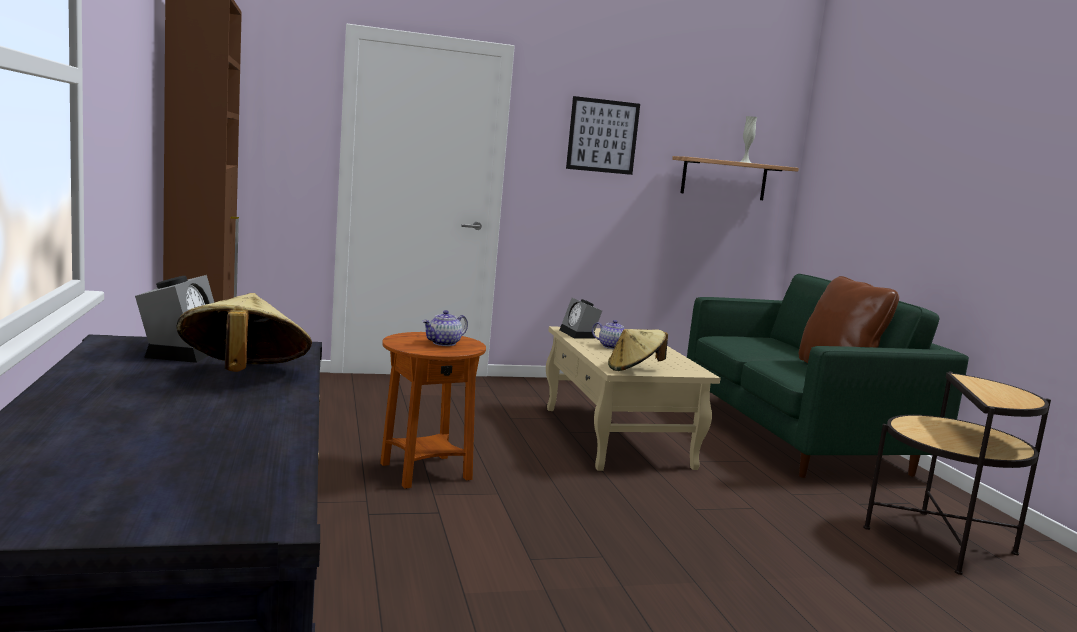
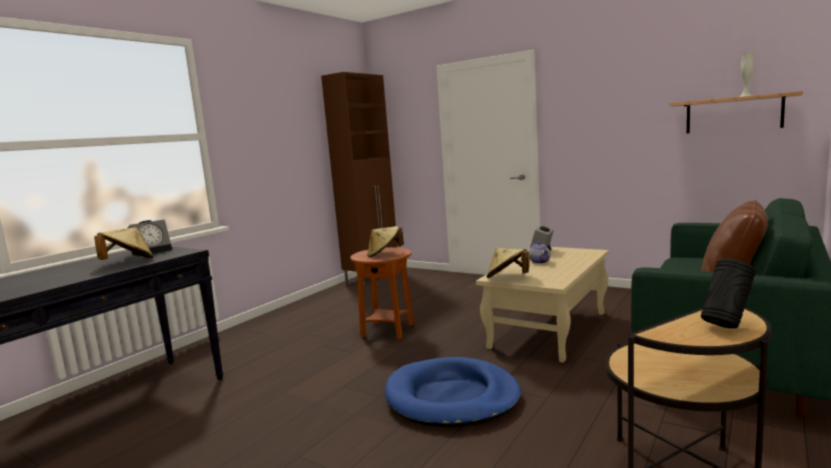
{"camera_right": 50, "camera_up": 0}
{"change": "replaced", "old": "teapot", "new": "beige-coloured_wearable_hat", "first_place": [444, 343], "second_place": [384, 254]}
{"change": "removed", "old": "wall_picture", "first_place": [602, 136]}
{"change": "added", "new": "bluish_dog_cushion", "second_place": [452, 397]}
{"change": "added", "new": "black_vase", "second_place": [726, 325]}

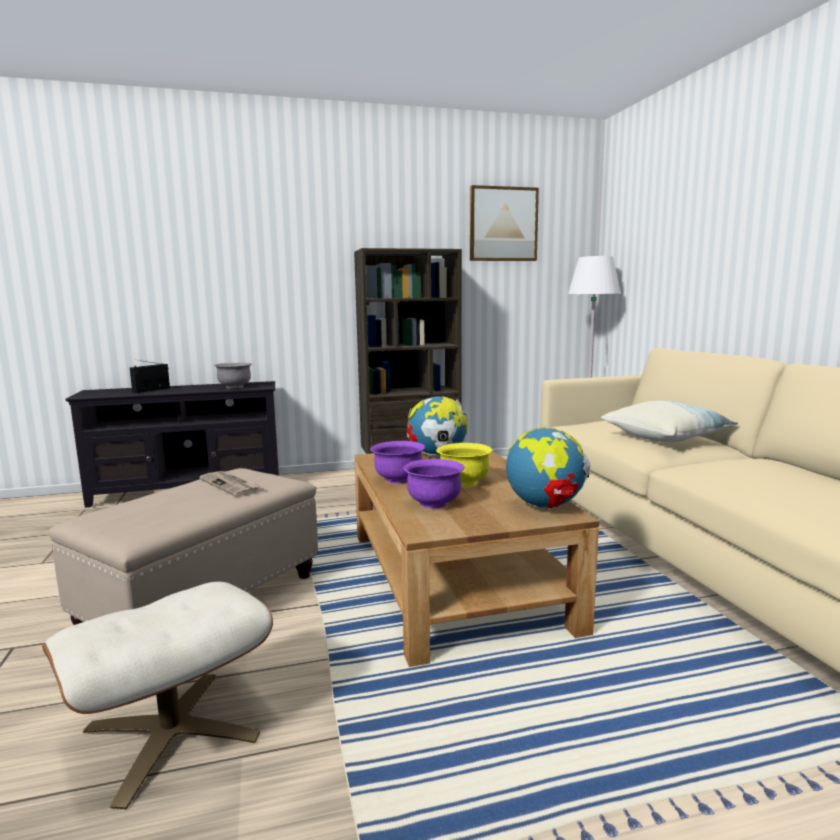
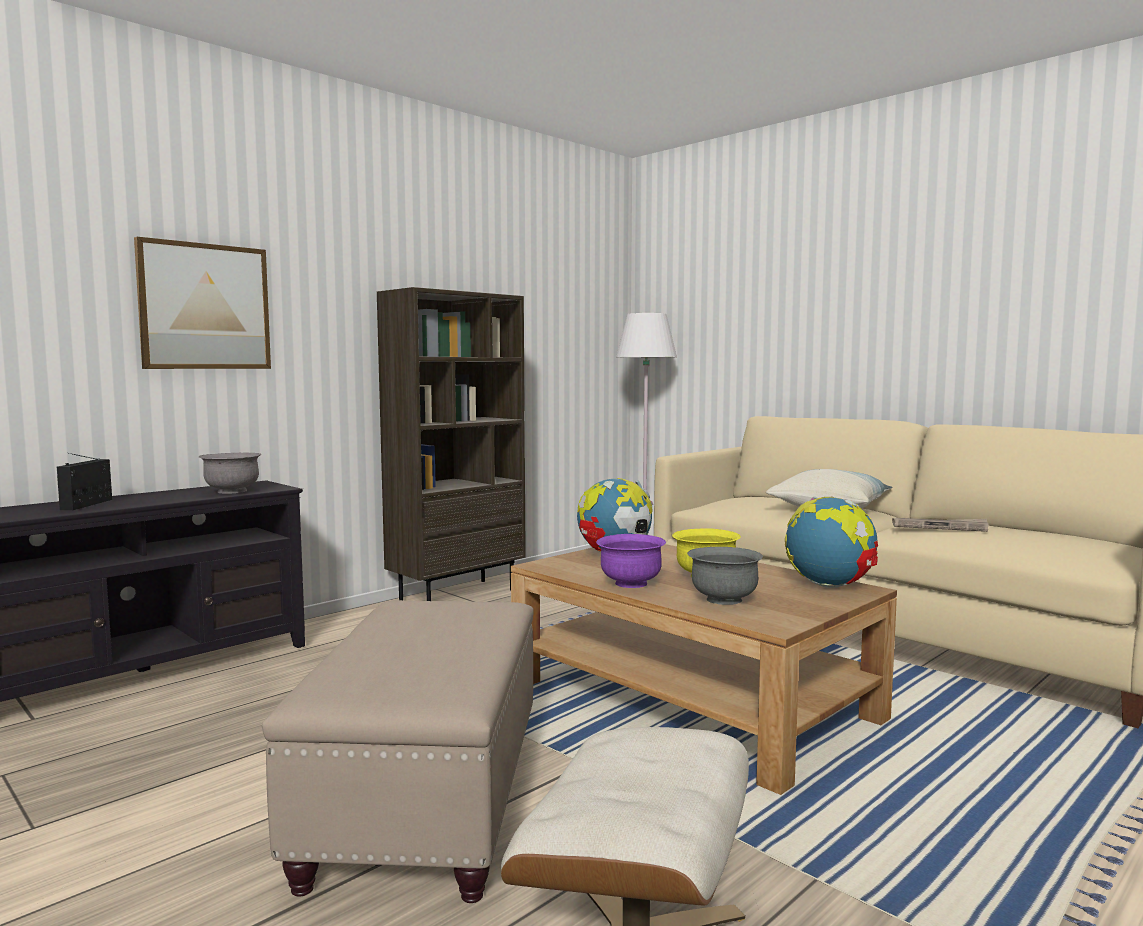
{"camera_right": -30, "camera_up": -5}
{"change": "moved", "old": "daily_paper", "first_place": [231, 485], "second_place": [940, 527]}
{"change": "recoloured", "old": "purple_deep_dish", "new": "gray_deep_dish", "first_place": [434, 503], "second_place": [724, 600]}
{"change": "moved", "old": "wall_picture", "first_place": [503, 224], "second_place": [204, 307]}

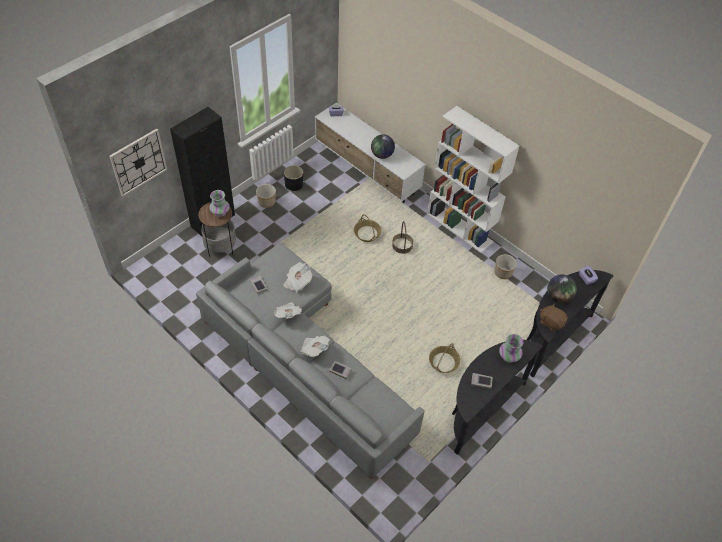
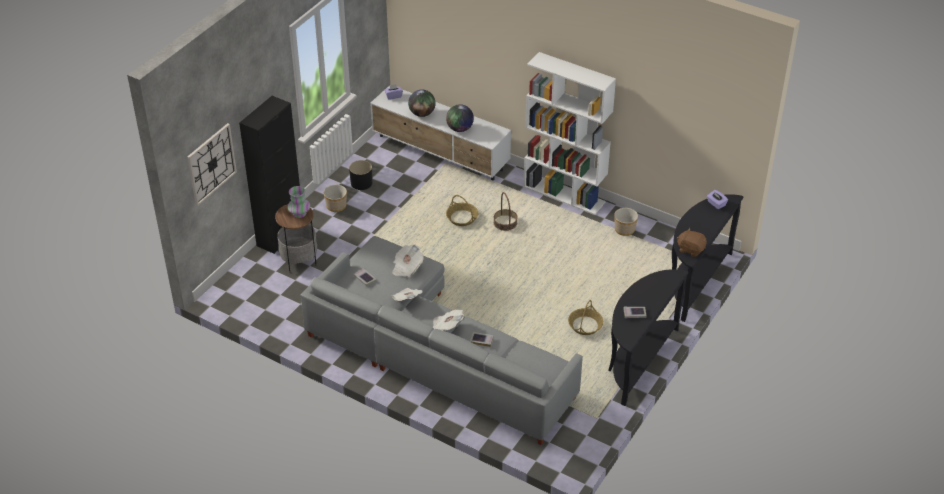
{"camera_right": -10, "camera_up": -10}
{"change": "removed", "old": "vase", "first_place": [509, 356]}
{"change": "moved", "old": "world_globe", "first_place": [558, 297], "second_place": [422, 114]}

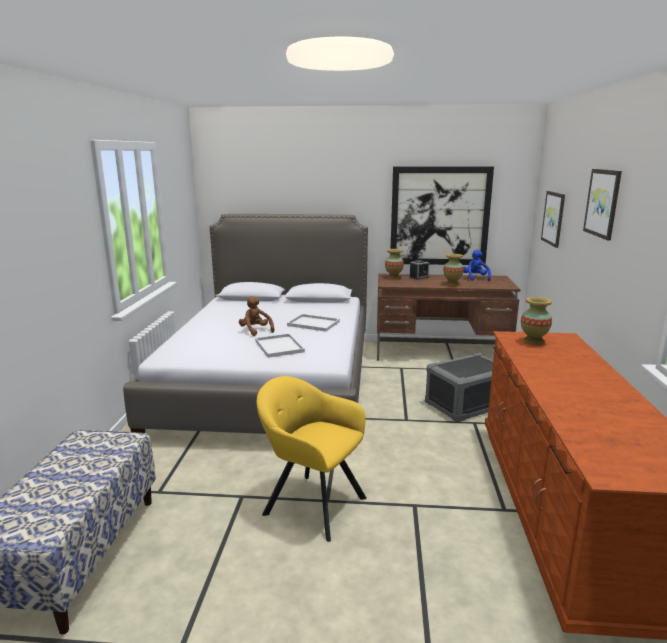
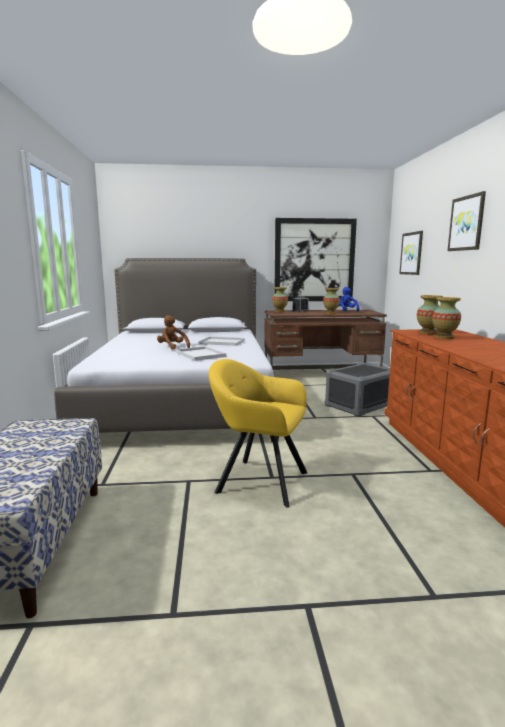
{"camera_right": -10, "camera_up": -5}
{"change": "added", "new": "vase", "second_place": [444, 337]}

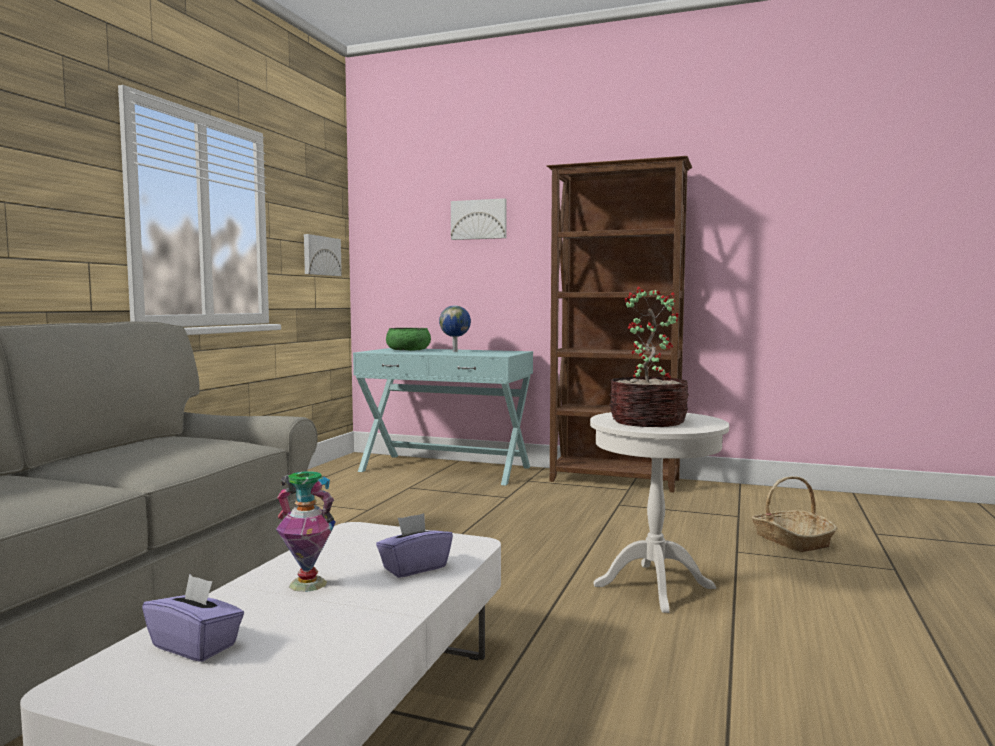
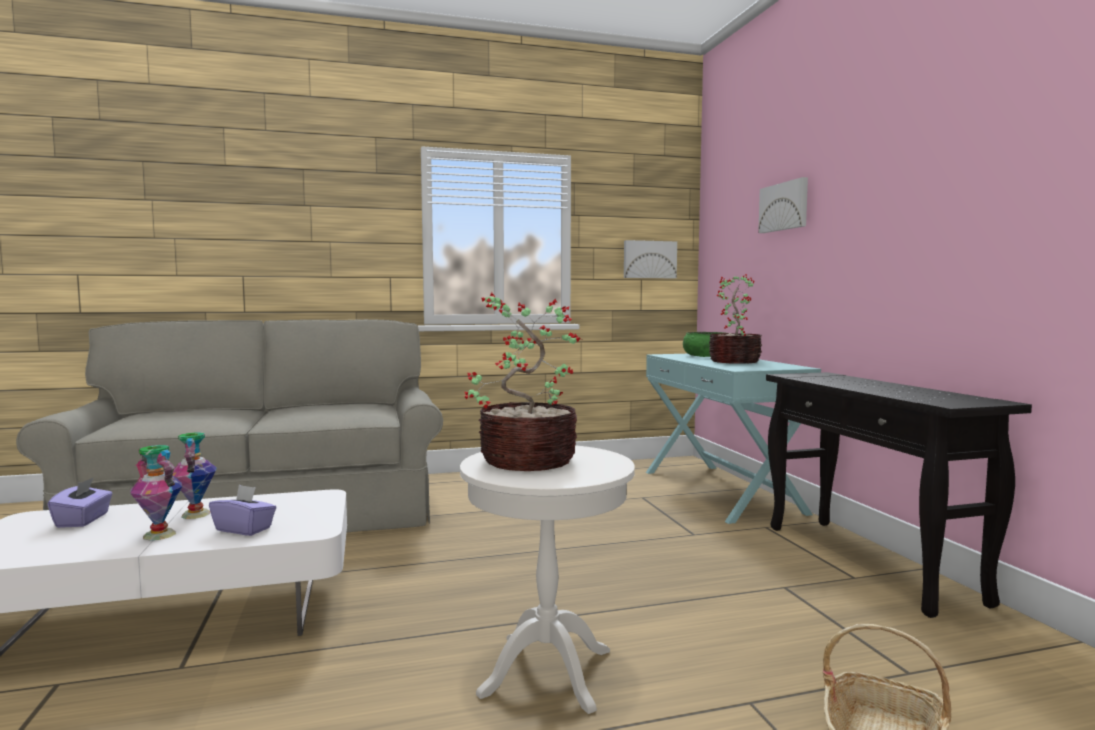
{"camera_right": 55, "camera_up": 0}
{"change": "replaced", "old": "world_globe", "new": "houseplant", "first_place": [455, 351], "second_place": [734, 361]}
{"change": "replaced", "old": "brown_bookshelf", "new": "black_narrow_table", "first_place": [615, 481], "second_place": [869, 563]}
{"change": "added", "new": "vase", "second_place": [160, 534]}

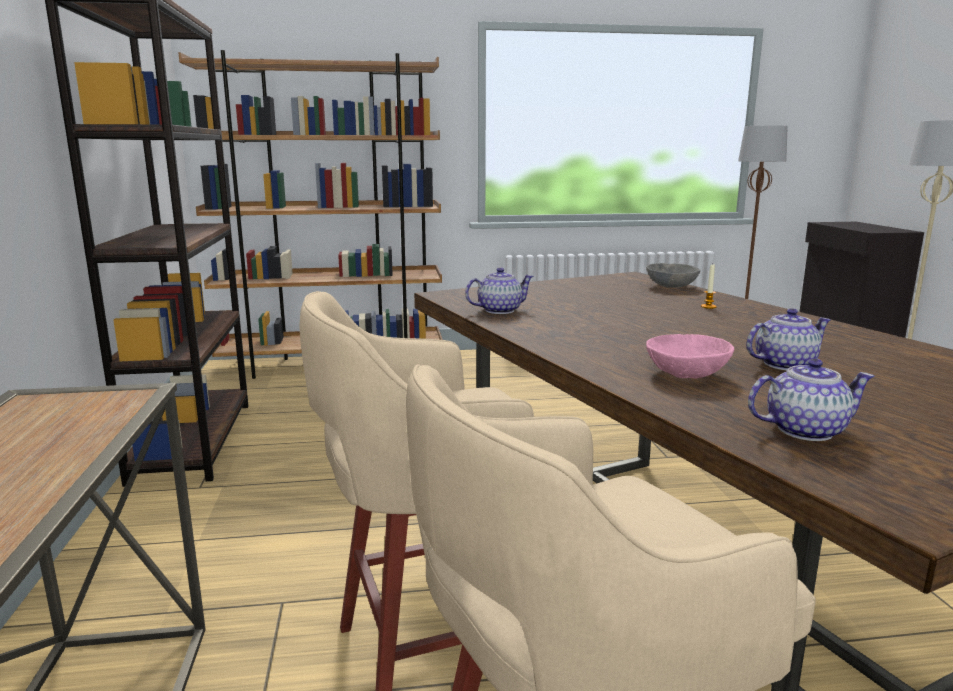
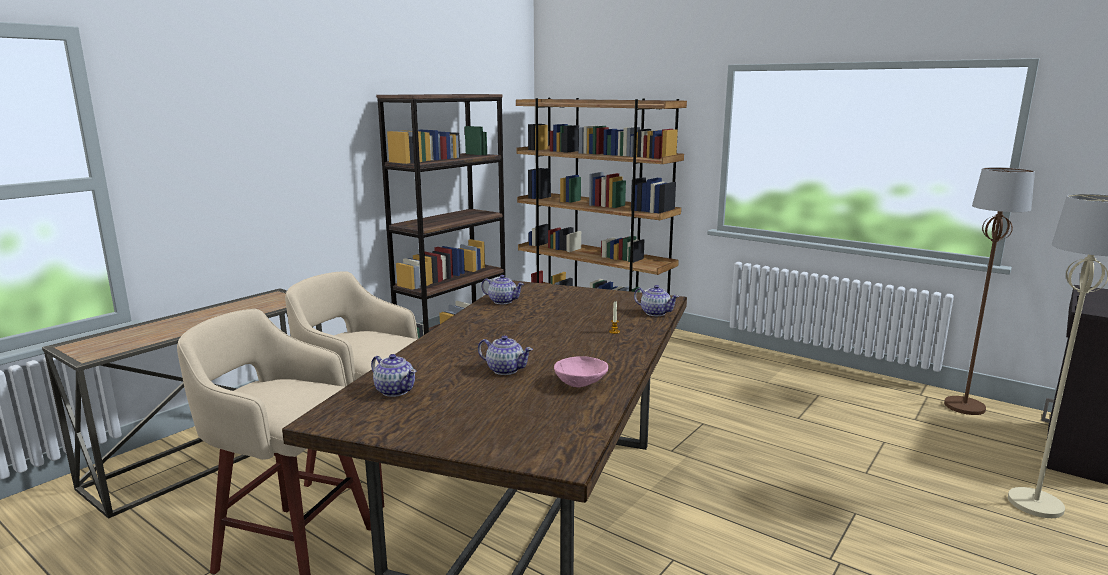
{"camera_right": 45, "camera_up": 0}
{"change": "replaced", "old": "gray_deep_dish", "new": "teapot", "first_place": [670, 286], "second_place": [655, 313]}
{"change": "moved", "old": "pink_deep_dish", "first_place": [687, 374], "second_place": [581, 384]}

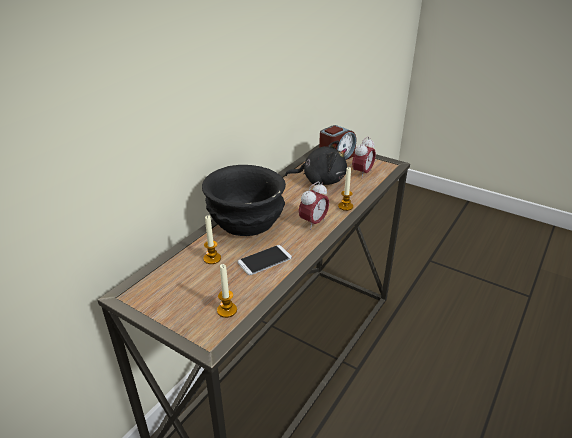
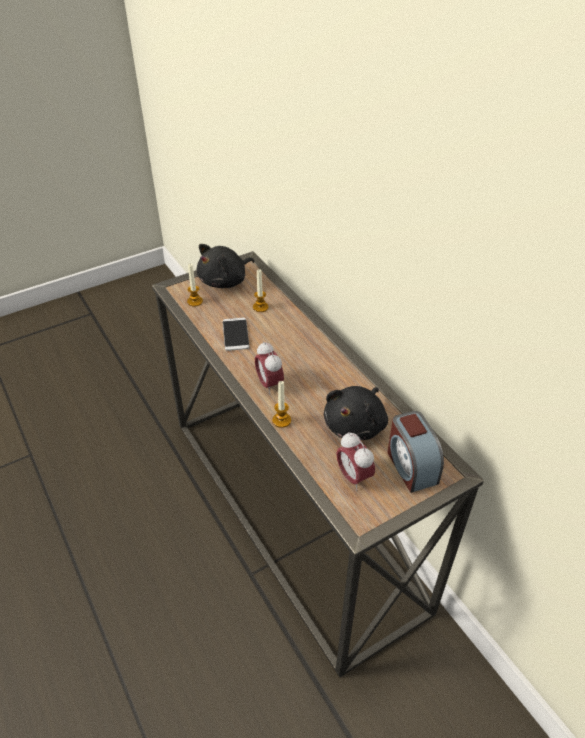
{"camera_right": 115, "camera_up": 10}
{"change": "removed", "old": "black_deep_dish", "first_place": [245, 221]}
{"change": "added", "new": "black_cuddly_toy", "second_place": [225, 281]}

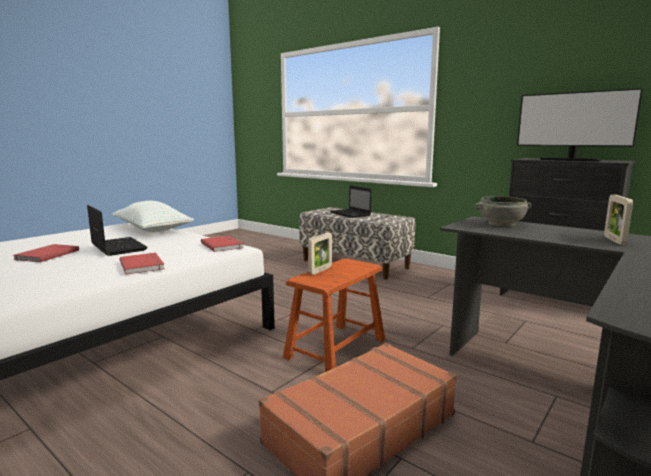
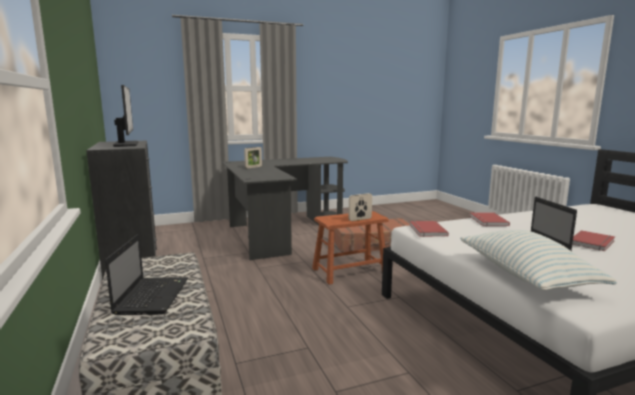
{"camera_right": -150, "camera_up": 0}
{"change": "removed", "old": "gray_deep_dish", "first_place": [501, 224]}

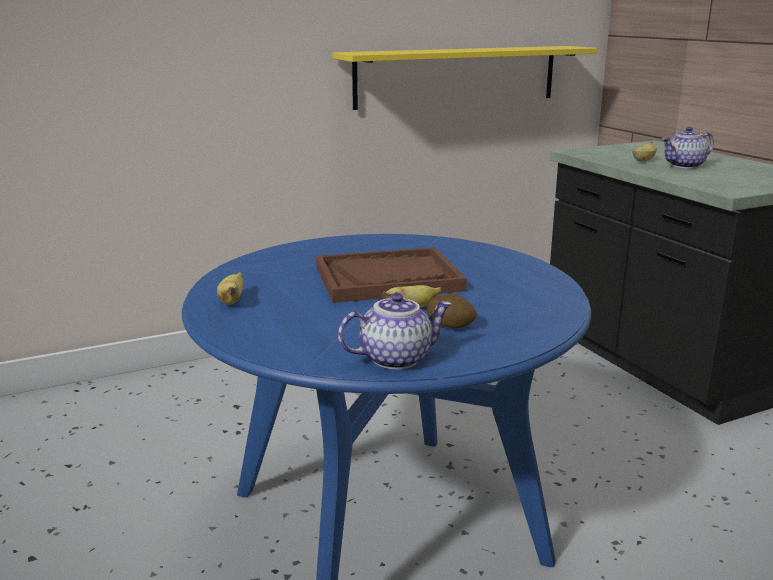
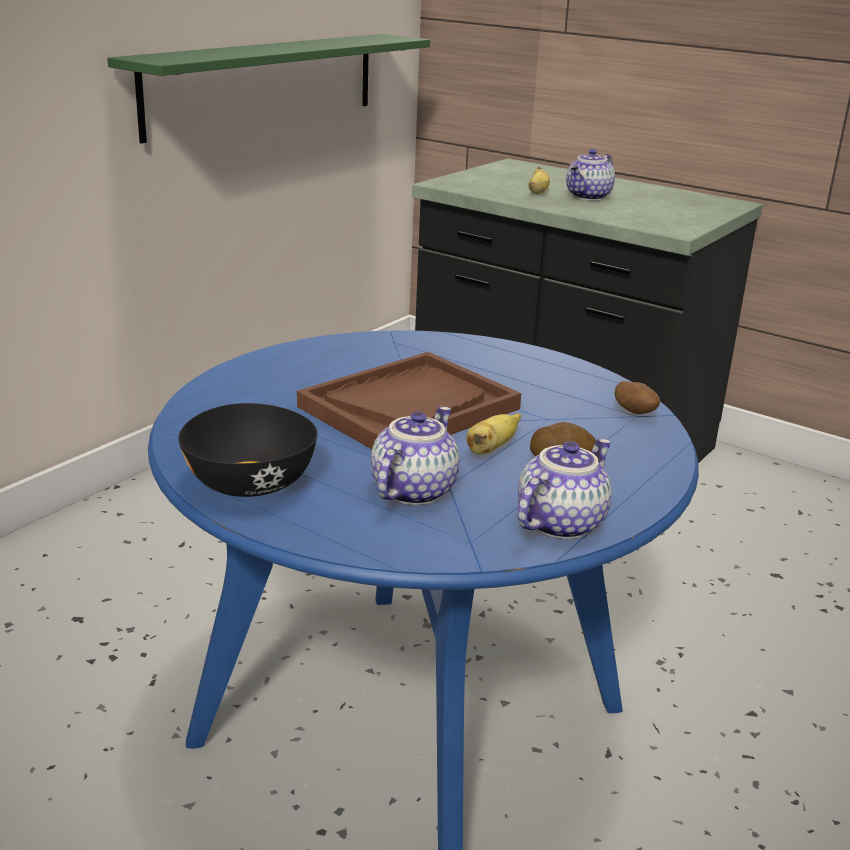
{"camera_right": -30, "camera_up": 5}
{"change": "replaced", "old": "banana", "new": "black_deep_dish", "first_place": [232, 301], "second_place": [251, 483]}
{"change": "recoloured", "old": "yellow_wall_shelf", "new": "green-coloured_wall_shelf", "first_place": [457, 76], "second_place": [264, 83]}
{"change": "added", "new": "teapot", "second_place": [412, 490]}
{"change": "added", "new": "whole_potato", "second_place": [634, 413]}

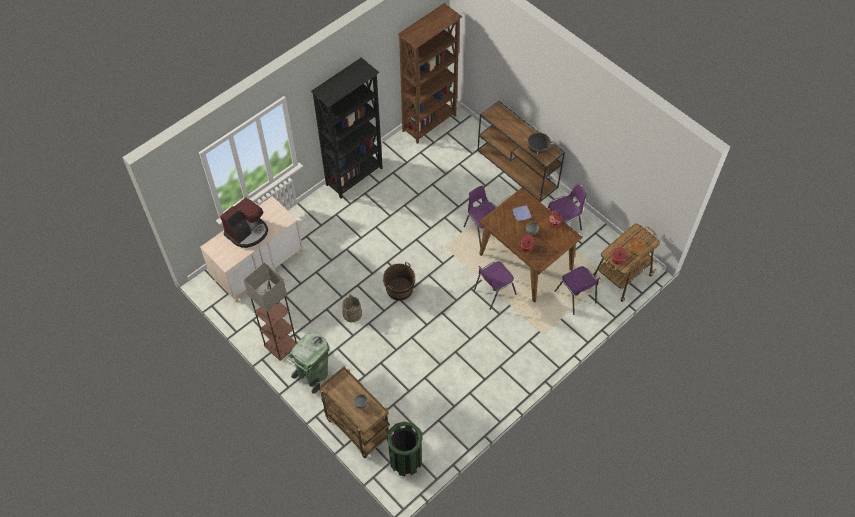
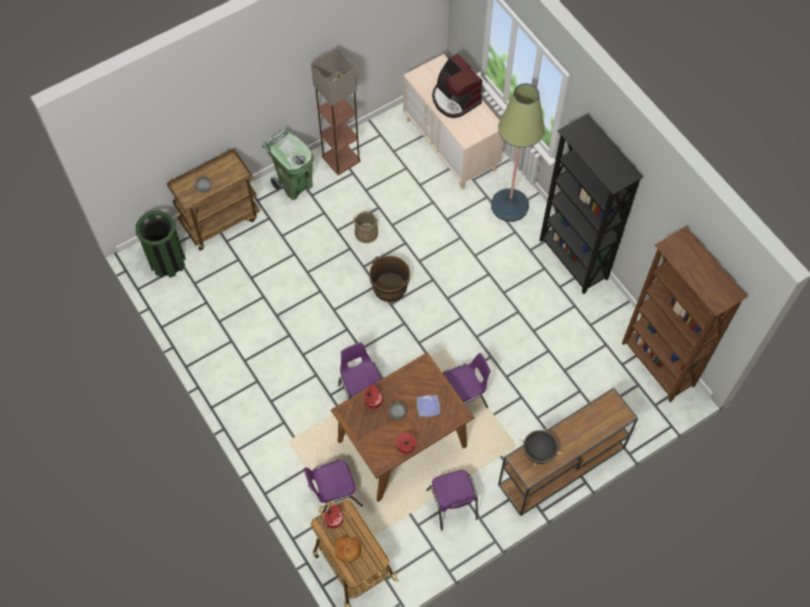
{"camera_right": 100, "camera_up": 5}
{"change": "added", "new": "standard_lamp", "second_place": [509, 205]}

